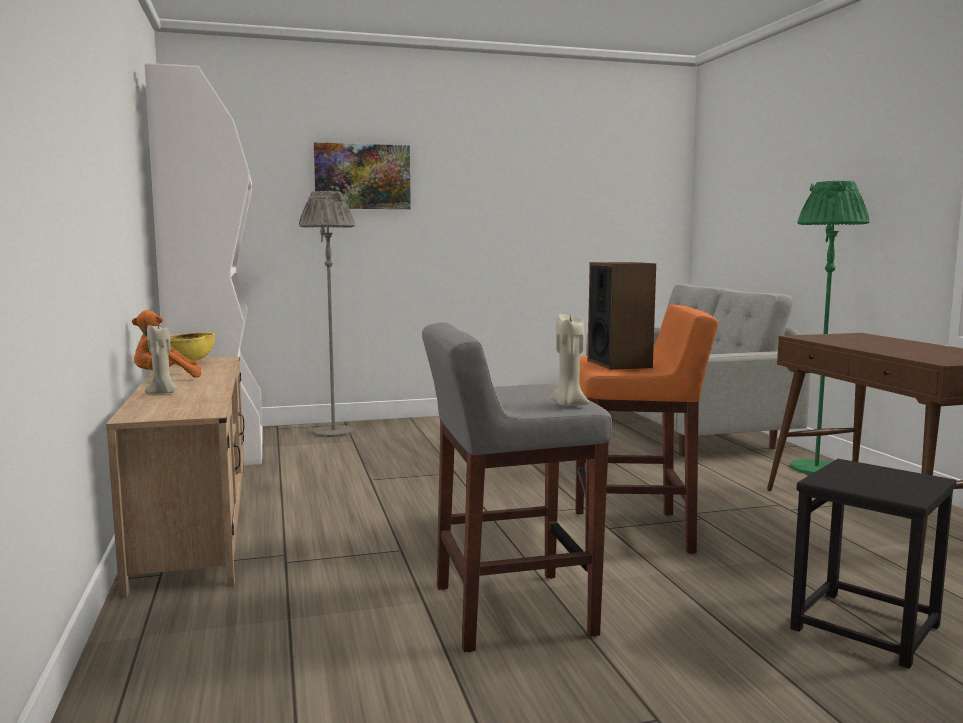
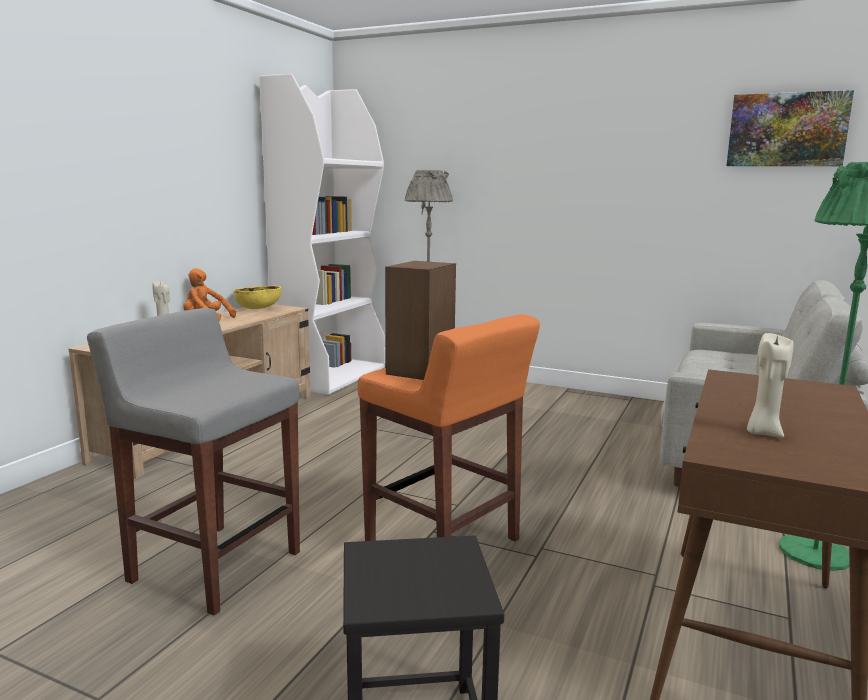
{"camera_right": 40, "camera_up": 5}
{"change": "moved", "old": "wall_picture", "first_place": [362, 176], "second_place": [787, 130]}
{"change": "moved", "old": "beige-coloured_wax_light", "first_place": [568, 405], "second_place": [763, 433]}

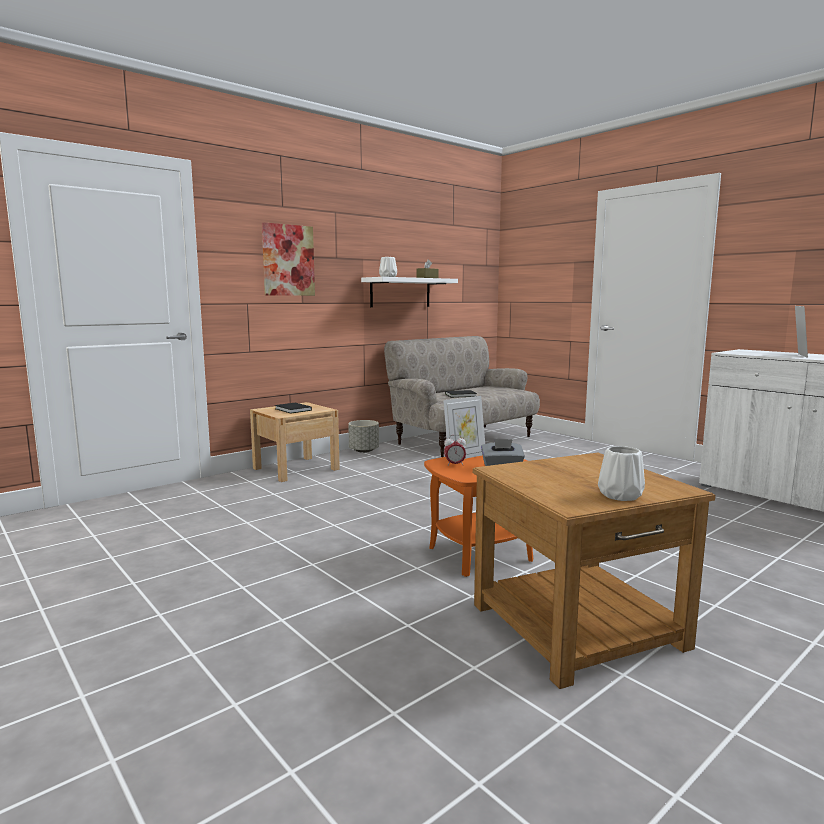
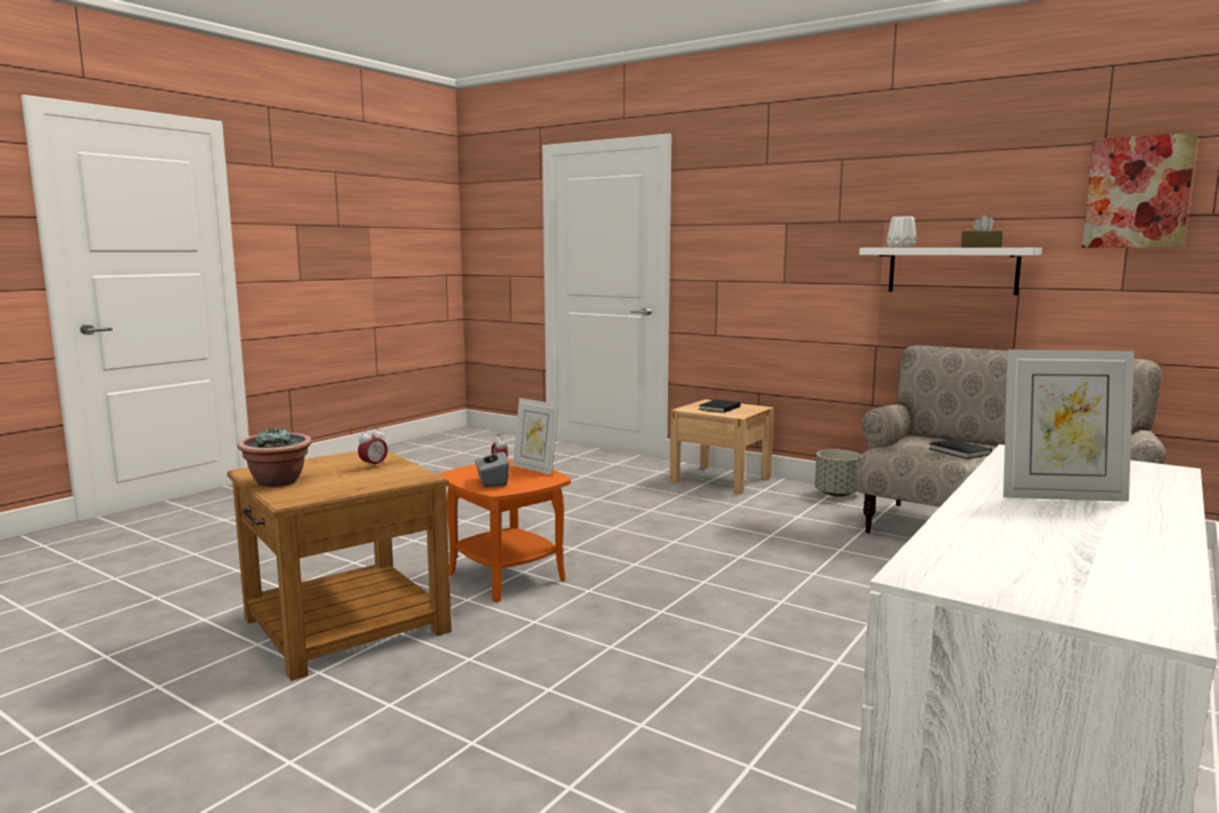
{"camera_right": 75, "camera_up": 0}
{"change": "moved", "old": "wall_picture", "first_place": [288, 260], "second_place": [1137, 192]}
{"change": "replaced", "old": "whitish_vase", "new": "houseplant", "first_place": [619, 495], "second_place": [278, 482]}
{"change": "added", "new": "bedside_clock", "second_place": [373, 466]}

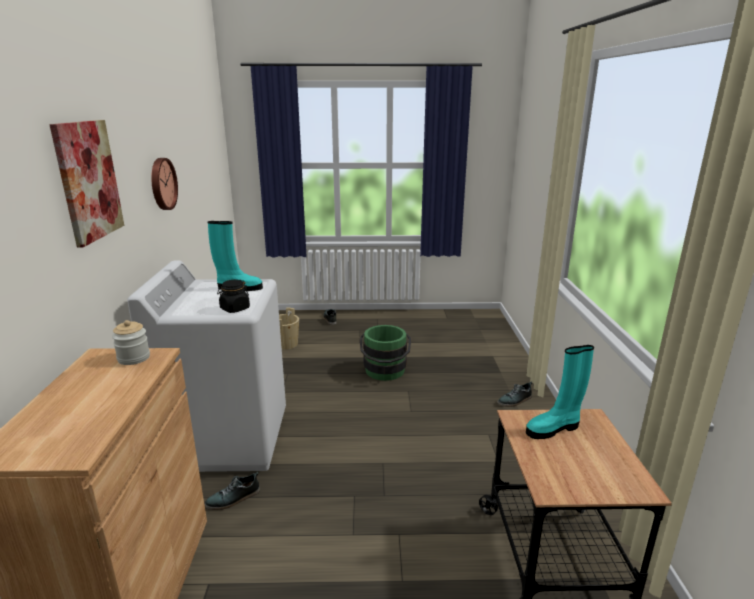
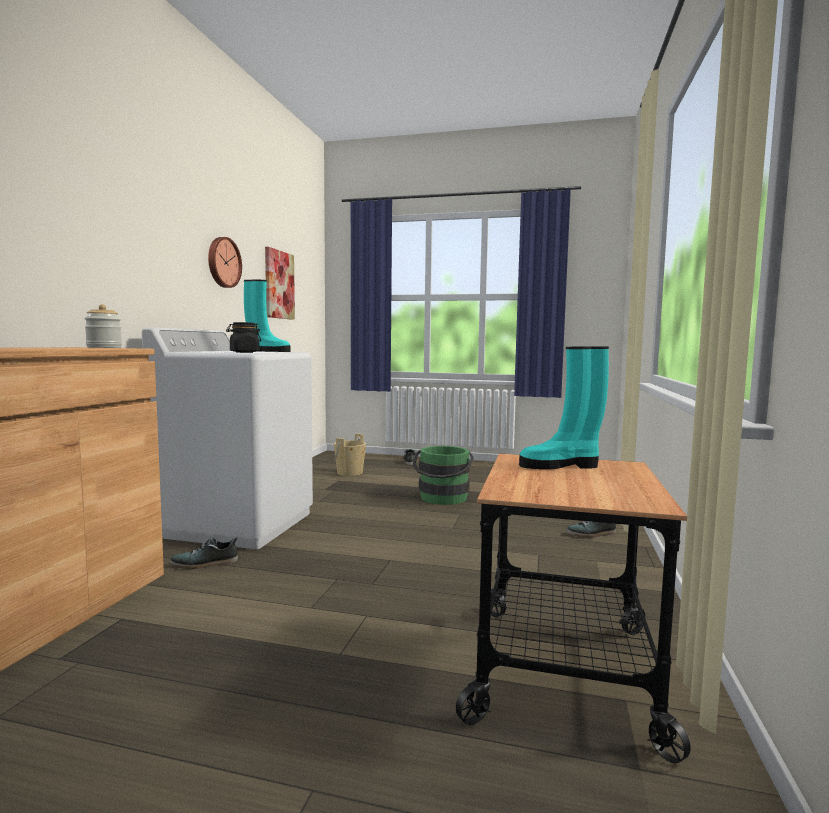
{"camera_right": 15, "camera_up": -15}
{"change": "moved", "old": "wall_picture", "first_place": [88, 181], "second_place": [279, 285]}

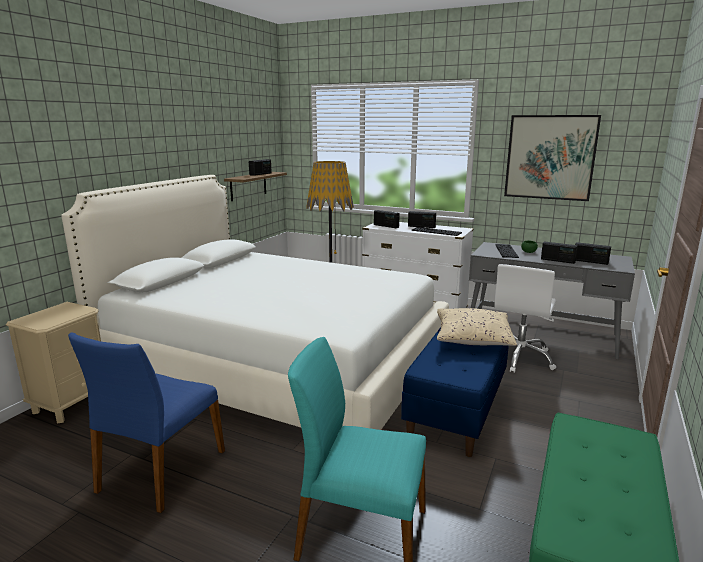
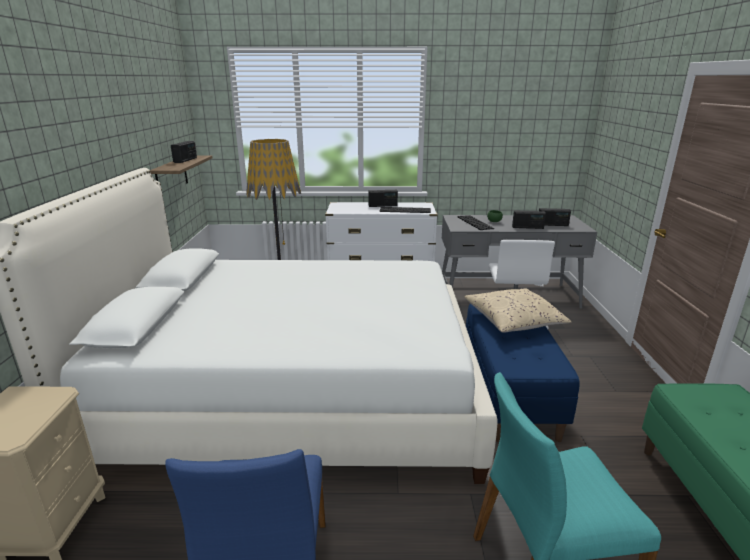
{"camera_right": -25, "camera_up": 5}
{"change": "removed", "old": "radio_receiver", "first_place": [386, 226]}
{"change": "removed", "old": "wall_picture", "first_place": [550, 157]}

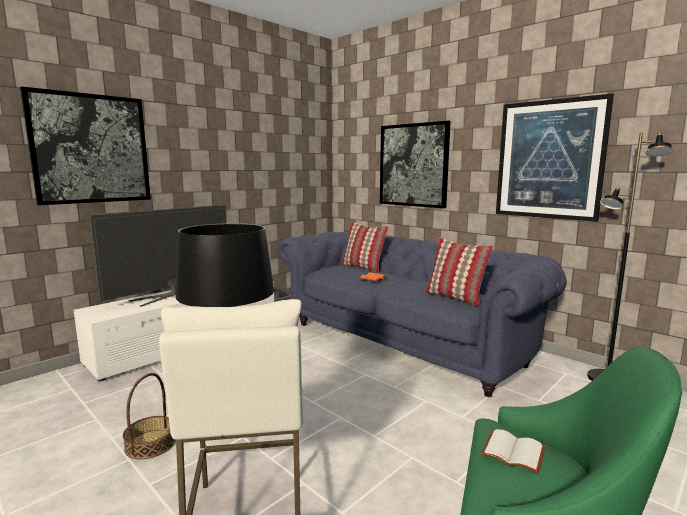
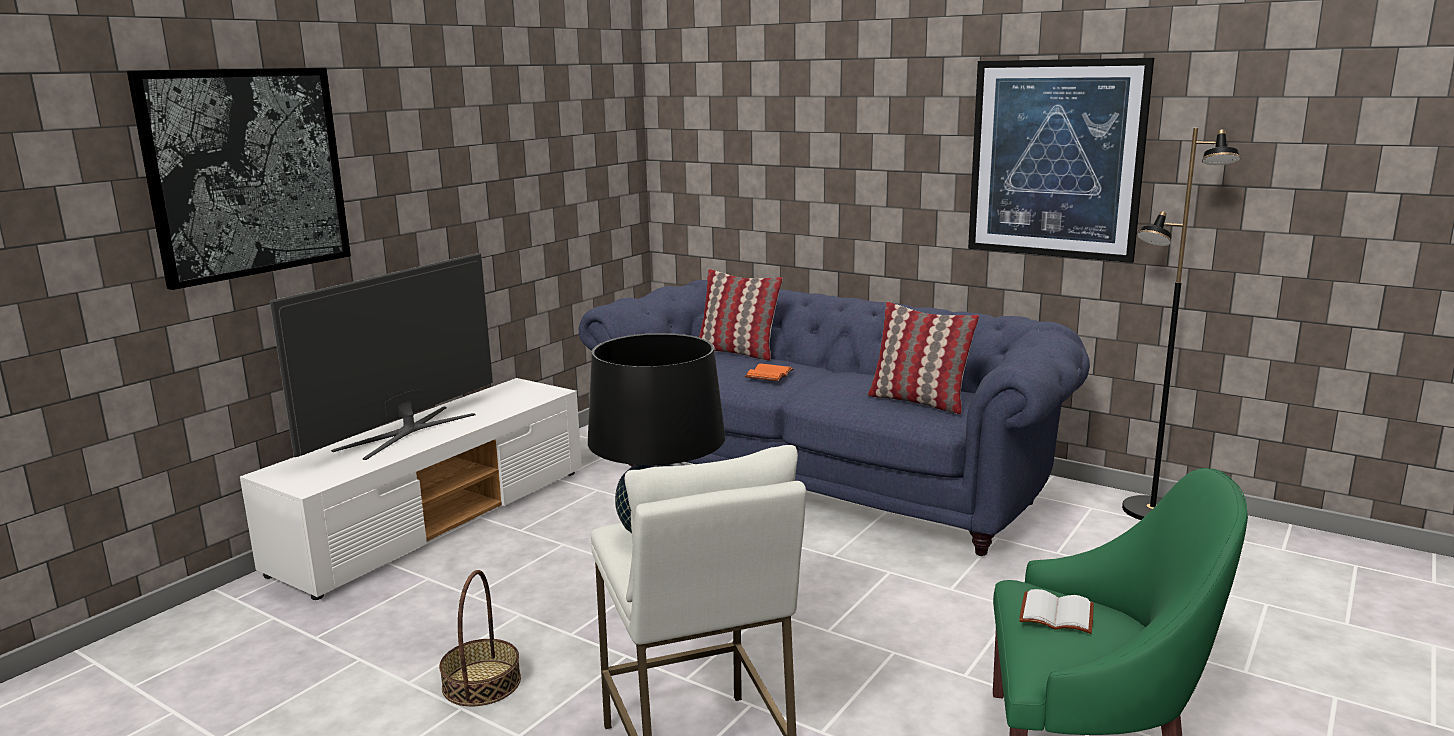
{"camera_right": -10, "camera_up": 5}
{"change": "removed", "old": "wall_picture", "first_place": [413, 165]}

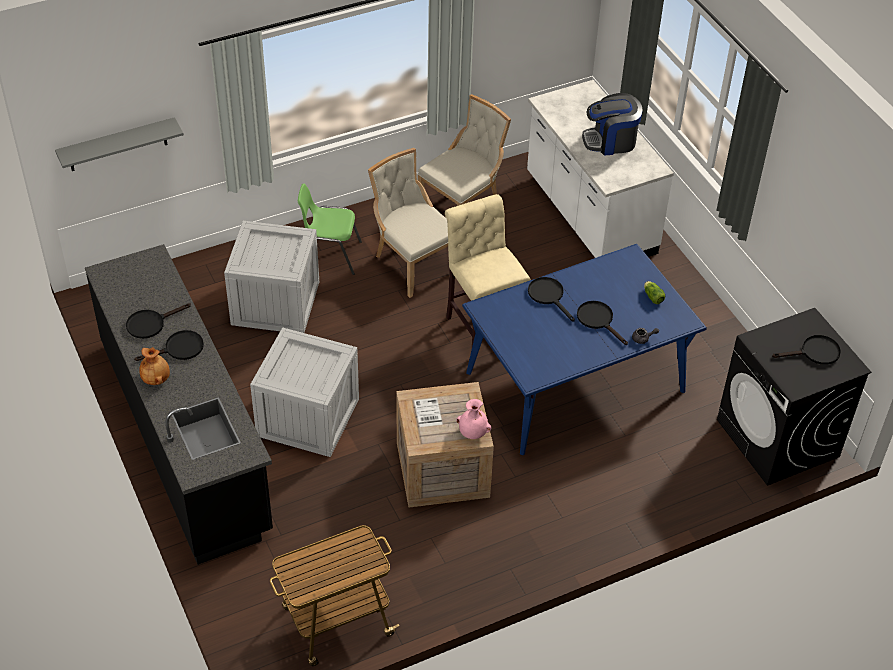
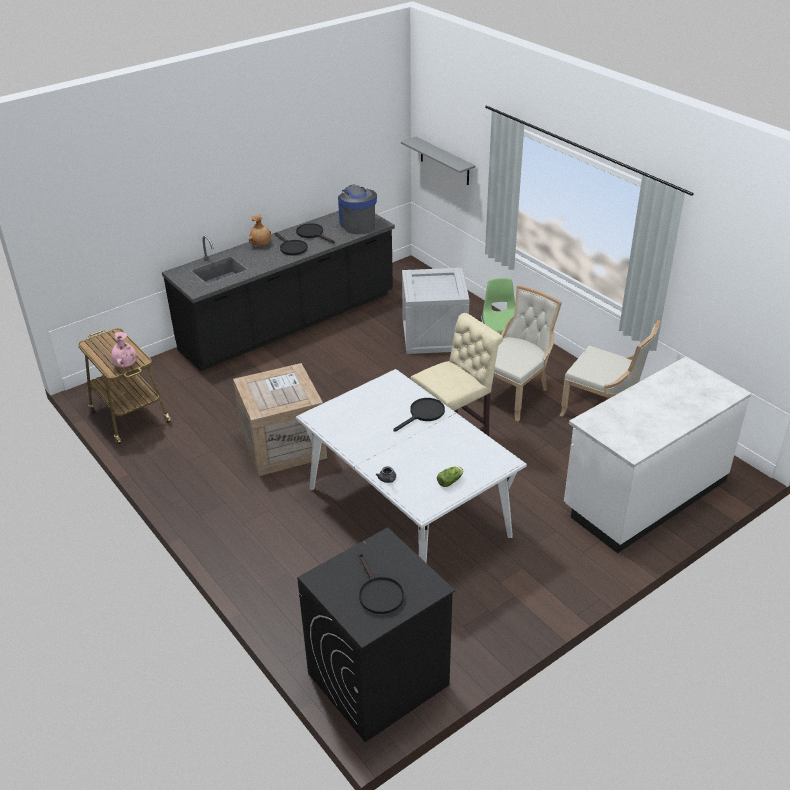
{"camera_right": 80, "camera_up": -10}
{"change": "removed", "old": "crate", "first_place": [308, 417]}
{"change": "moved", "old": "pink_vase", "first_place": [473, 433], "second_place": [125, 365]}
{"change": "recoloured", "old": "bluish_dinner_table", "new": "whitish_dinner_table", "first_place": [576, 381], "second_place": [409, 512]}
{"change": "removed", "old": "black_skillet", "first_place": [598, 320]}
{"change": "moved", "old": "coffee_brewer", "first_place": [610, 141], "second_place": [357, 224]}

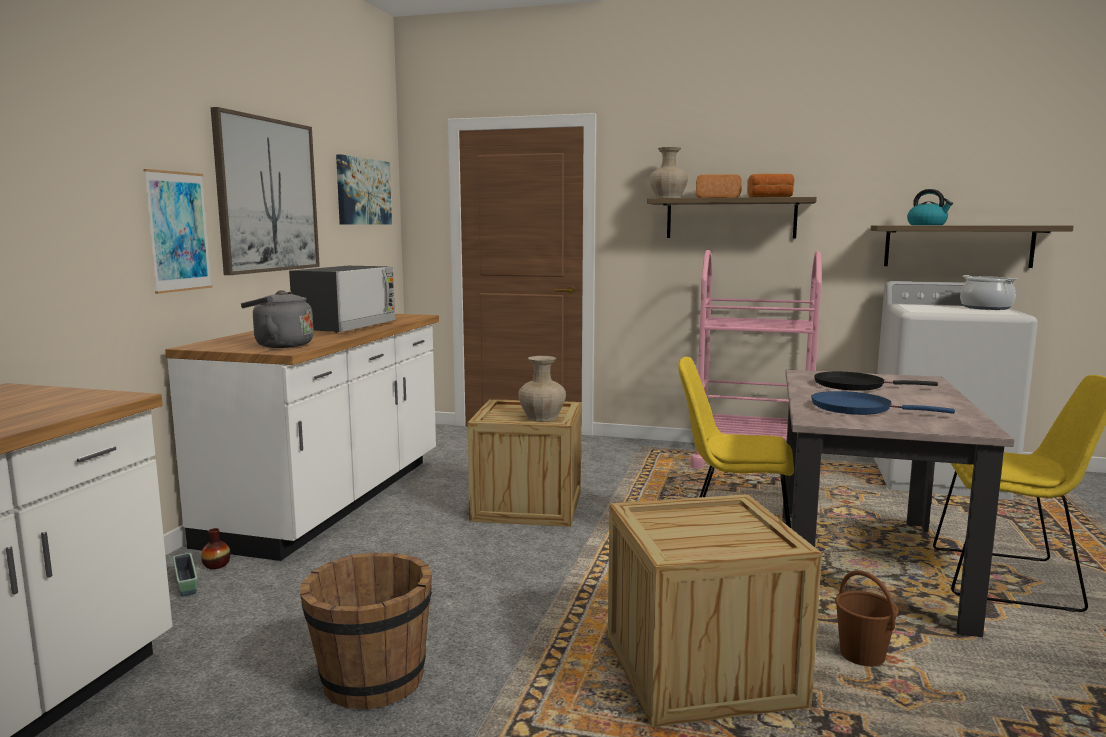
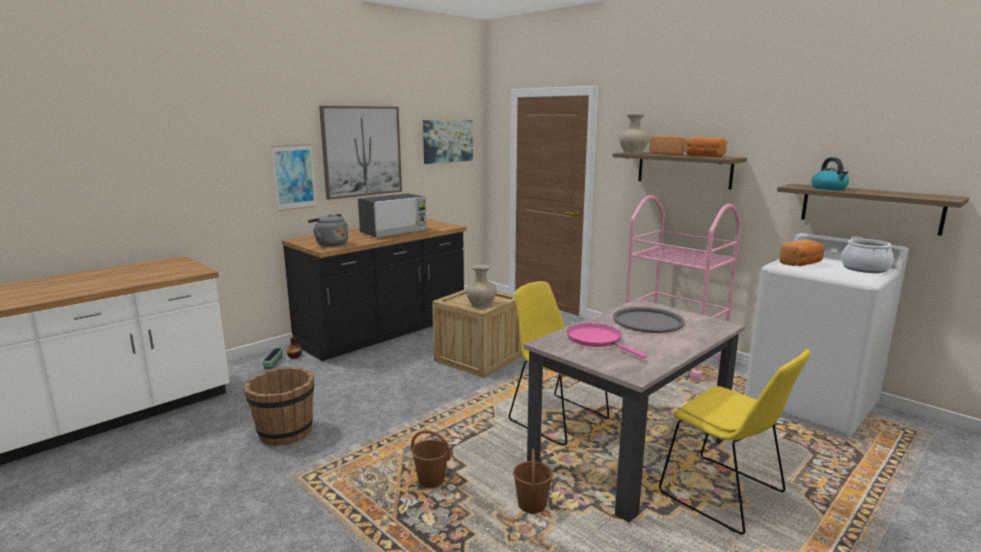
{"camera_right": 30, "camera_up": 5}
{"change": "recoloured", "old": "whitish_kitchen_counter", "new": "black_kitchen_counter", "first_place": [333, 500], "second_place": [384, 332]}
{"change": "replaced", "old": "crate", "new": "brown_water_bucket", "first_place": [701, 671], "second_place": [430, 480]}
{"change": "recoloured", "old": "bluish_skillet", "new": "pink_skillet", "first_place": [856, 408], "second_place": [597, 340]}
{"change": "replaced", "old": "black_skillet", "new": "gray_carrying_tray", "first_place": [854, 385], "second_place": [647, 321]}
{"change": "added", "new": "bakery_bread", "second_place": [802, 264]}

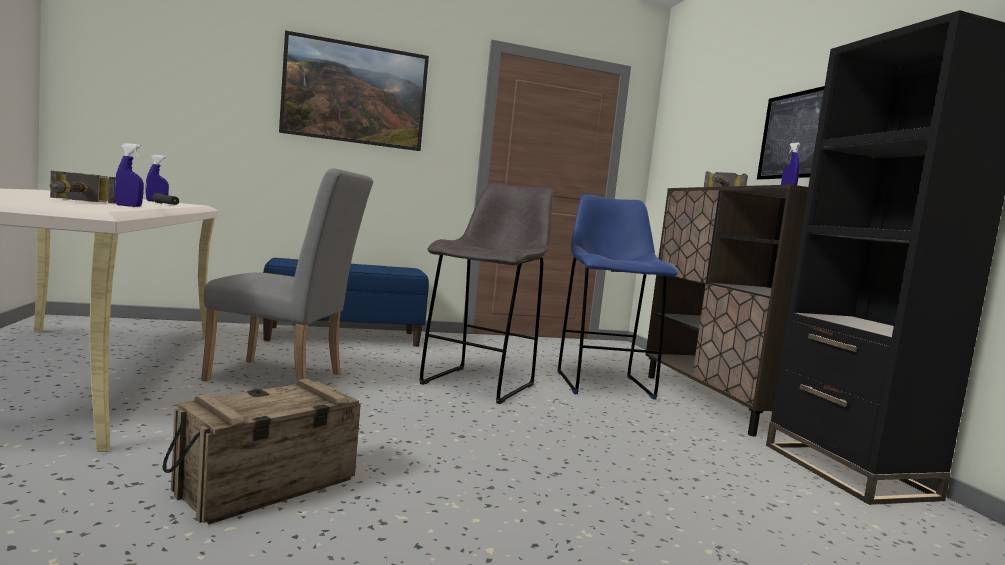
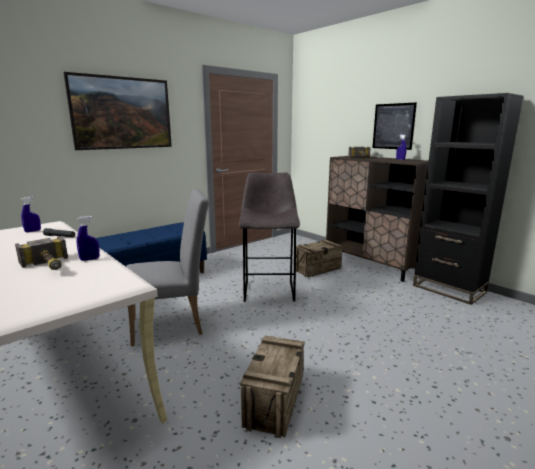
{"camera_right": -25, "camera_up": 10}
{"change": "replaced", "old": "bluish_stool_seat", "new": "crate", "first_place": [603, 384], "second_place": [317, 269]}

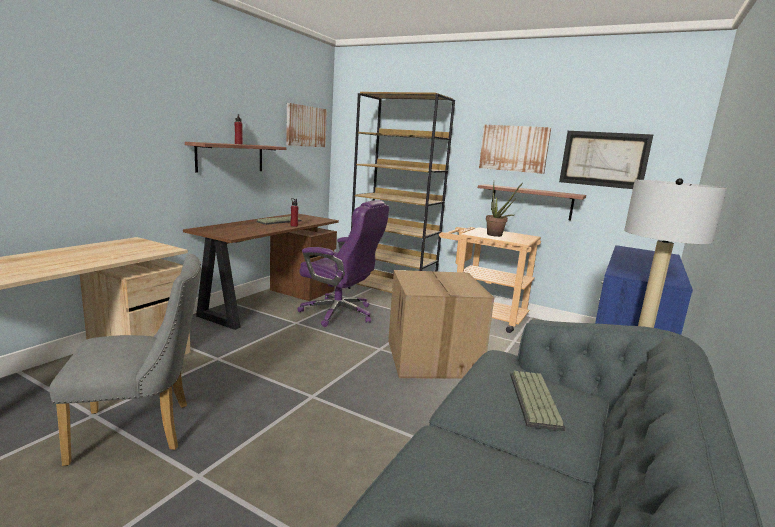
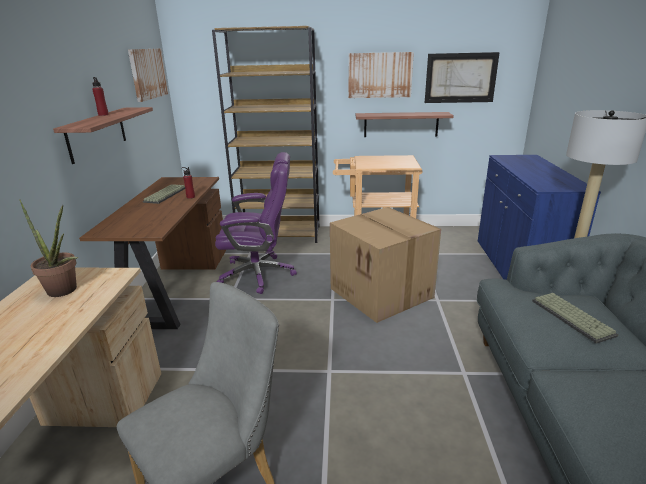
{"camera_right": -25, "camera_up": 10}
{"change": "moved", "old": "houseplant", "first_place": [497, 235], "second_place": [65, 292]}

